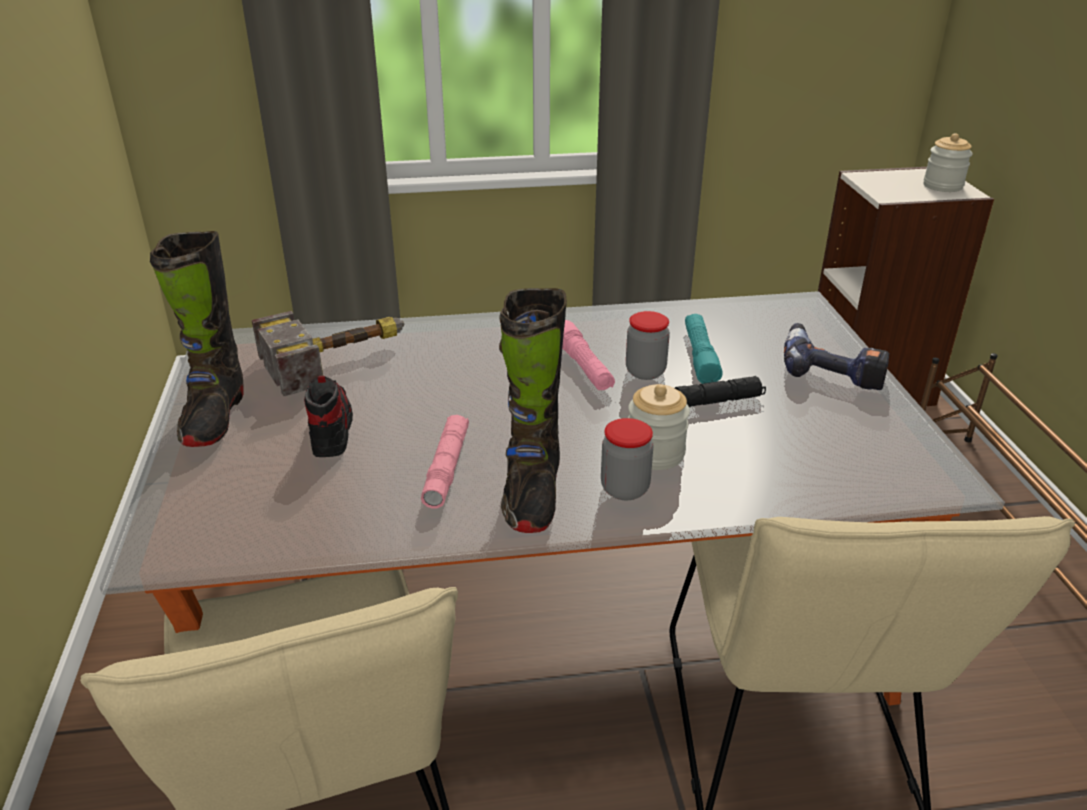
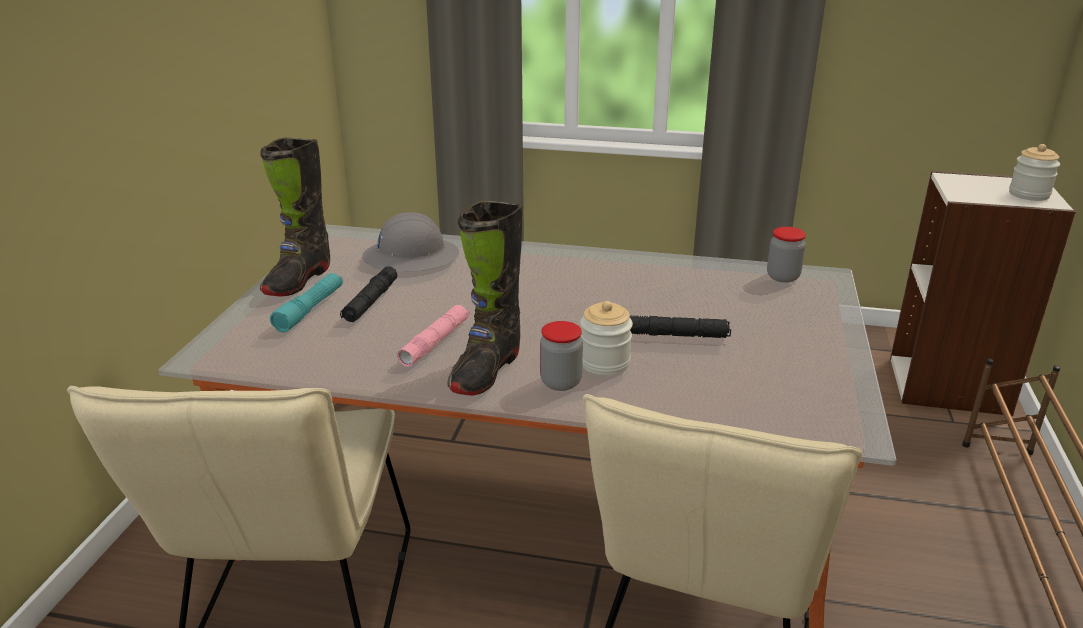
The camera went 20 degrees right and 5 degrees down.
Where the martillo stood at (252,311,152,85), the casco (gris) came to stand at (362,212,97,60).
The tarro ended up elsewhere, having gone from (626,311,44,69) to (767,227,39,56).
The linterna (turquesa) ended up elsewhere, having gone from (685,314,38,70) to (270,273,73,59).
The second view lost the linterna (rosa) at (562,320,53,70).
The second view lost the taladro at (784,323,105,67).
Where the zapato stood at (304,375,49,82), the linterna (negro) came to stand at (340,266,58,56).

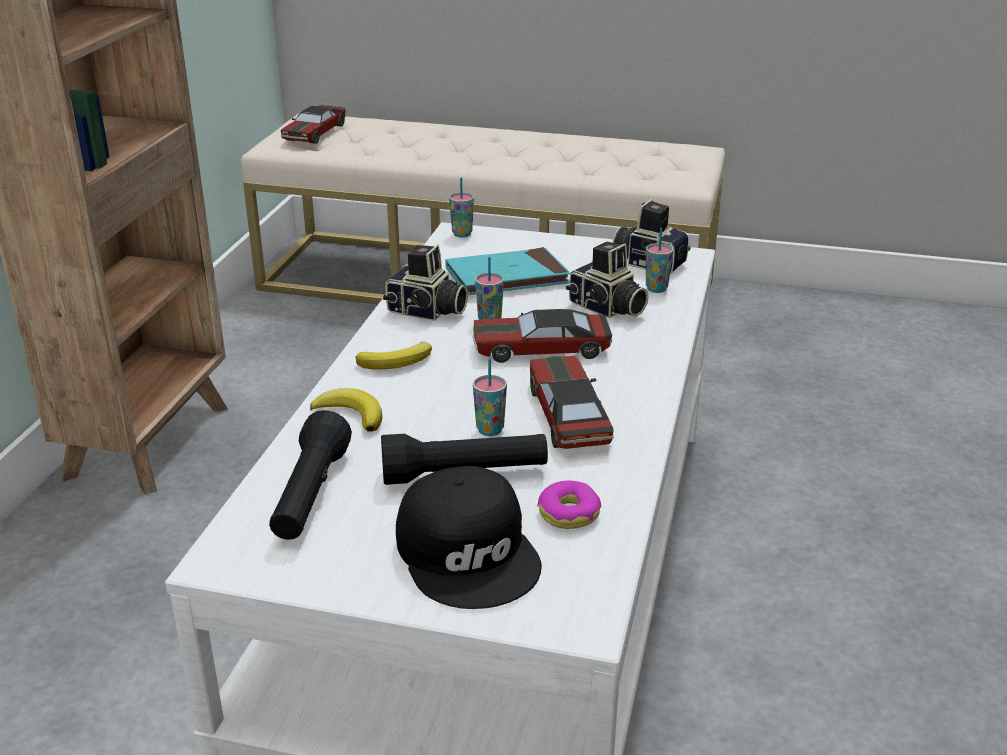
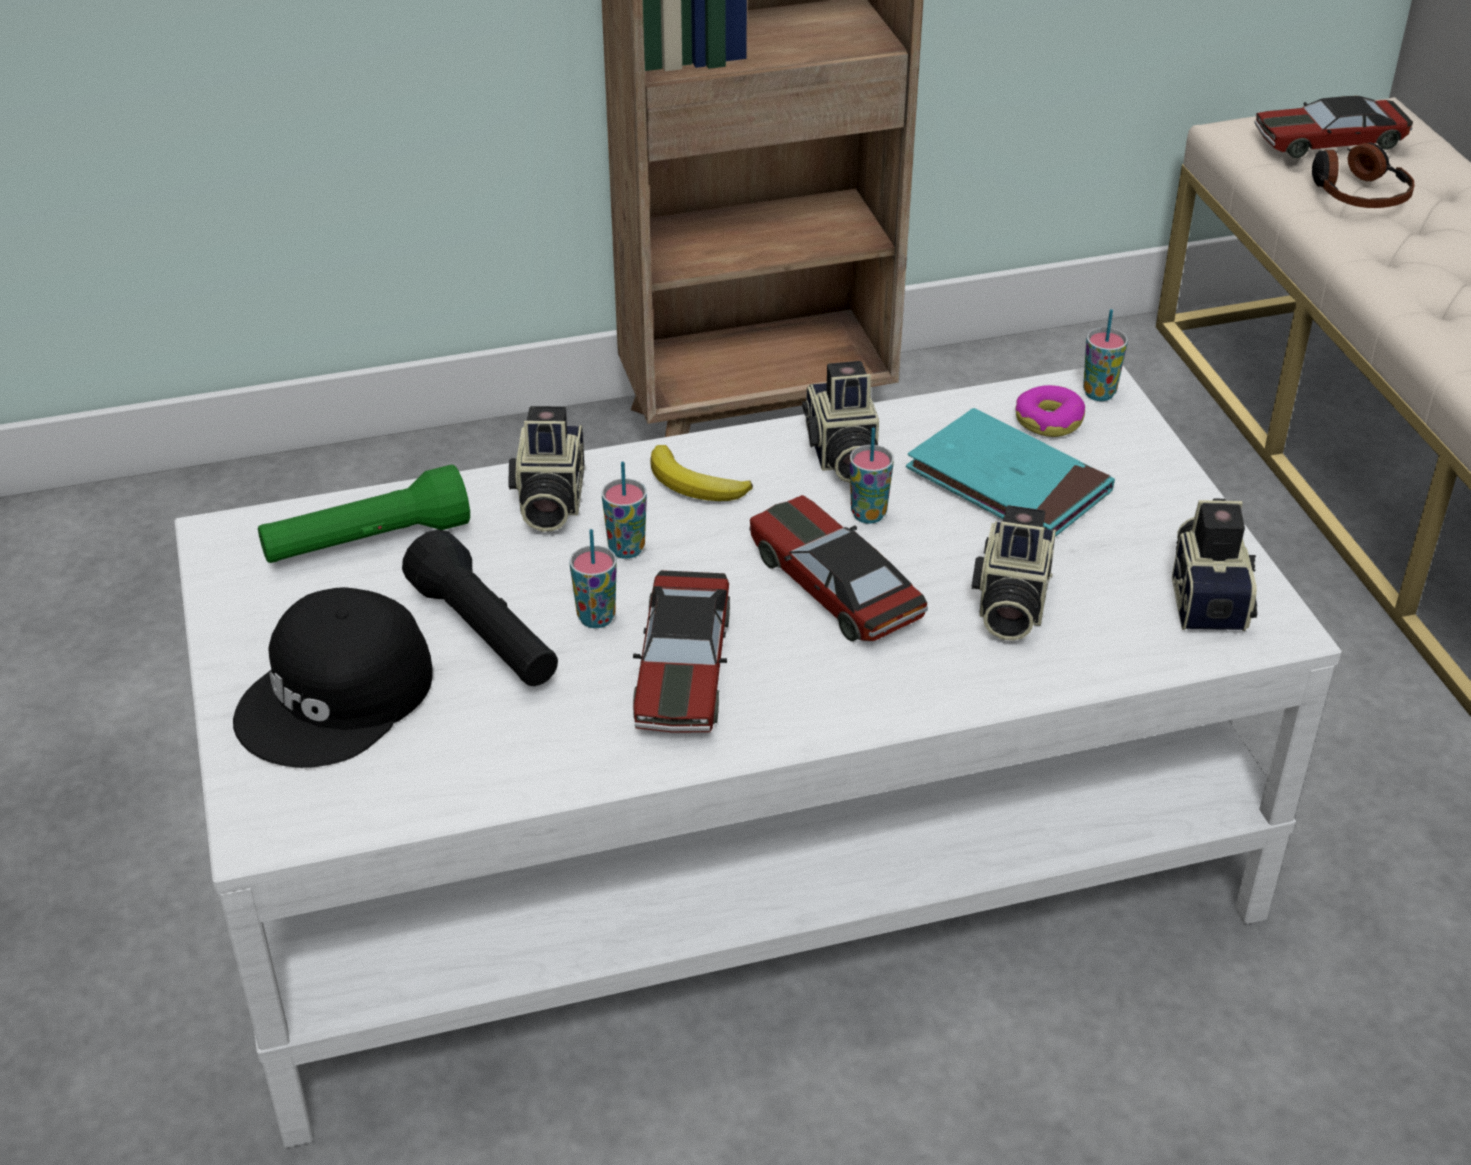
The camera went 60 degrees right and 10 degrees up.
The taza ended up elsewhere, having gone from (646,228,27,65) to (602,462,45,97).
The coche de juguete at (530,356,84,93) ended up facing another way, 135 degrees clockwise from before.
Where the plátano stood at (310,388,72,44), the cámara came to stand at (508,406,77,126).
What was the linterna (negro) at (269,410,83,130) turned into the linterna (verde) at (258,465,212,98).
The rosquilla ended up elsewhere, having gone from (537,481,64,48) to (1015,385,70,52).
The second view gained the auriculares at (1312,143,103,65).

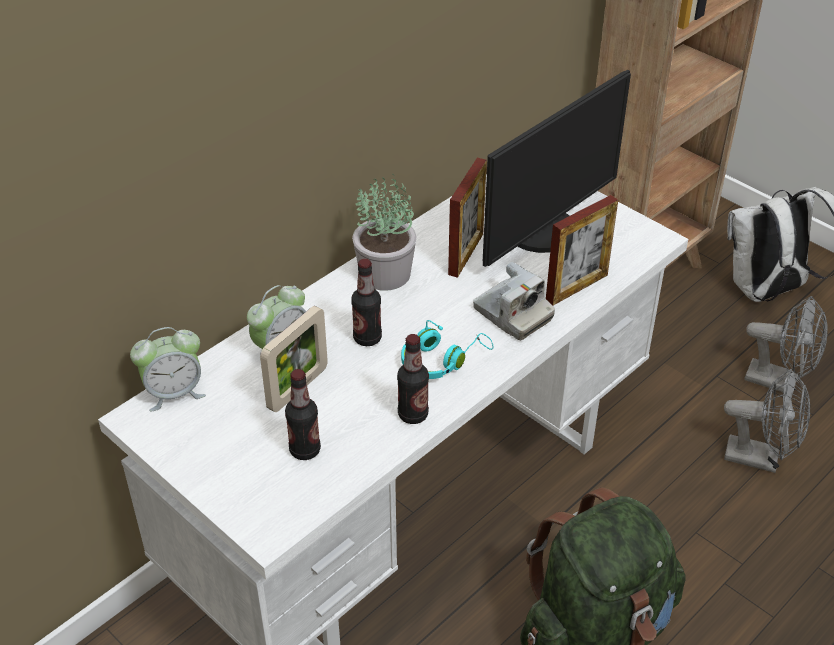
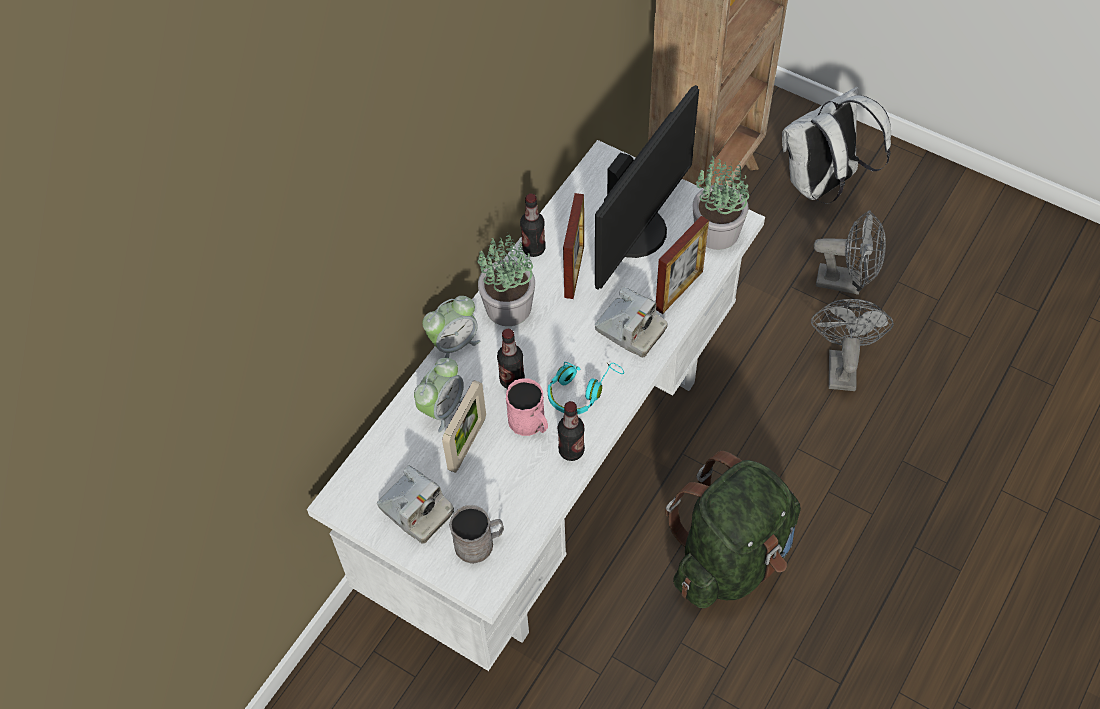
The camera went 10 degrees left and 15 degrees up.
The despertador ended up elsewhere, having gone from (130,327,76,84) to (422,296,58,62).
The botella ended up elsewhere, having gone from (285,369,36,91) to (520,194,26,63).
The ventilador (gris) at (724,369,86,104) ended up facing another way, 90 degrees counterclockwise from before.
The second view gained the planta en maceta at (693,156,56,94).
The second view gained the taza grande (rosa) at (506,379,42,57).
The second view gained the cámara at (377,465,77,79).
The second view gained the taza grande (gris) at (449,505,55,59).

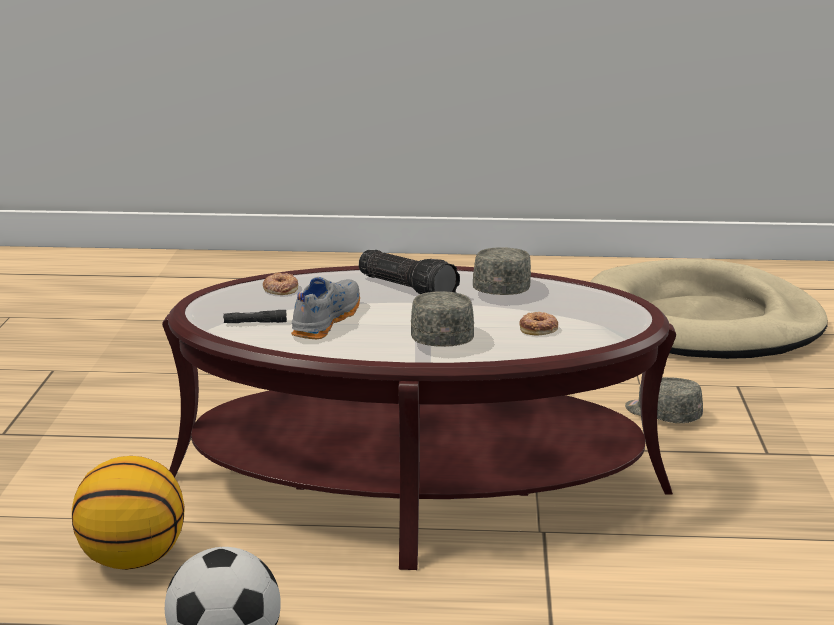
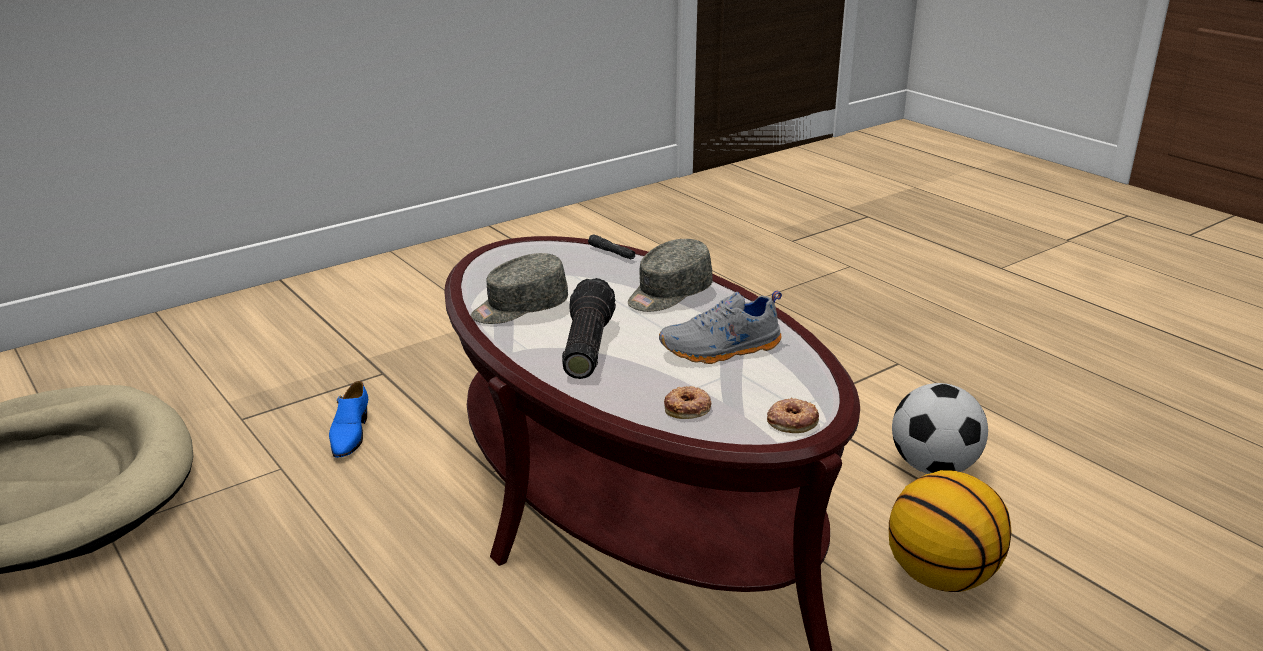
The camera went 130 degrees left and 5 degrees up.
The linterna (negro) ended up elsewhere, having gone from (223,310,64,13) to (588,234,47,25).
The rosquilla ended up elsewhere, having gone from (520,312,38,23) to (767,397,52,36).
Where the gorra (gris) stood at (625,377,78,46), the zapato (azul) came to stand at (329,381,39,77).

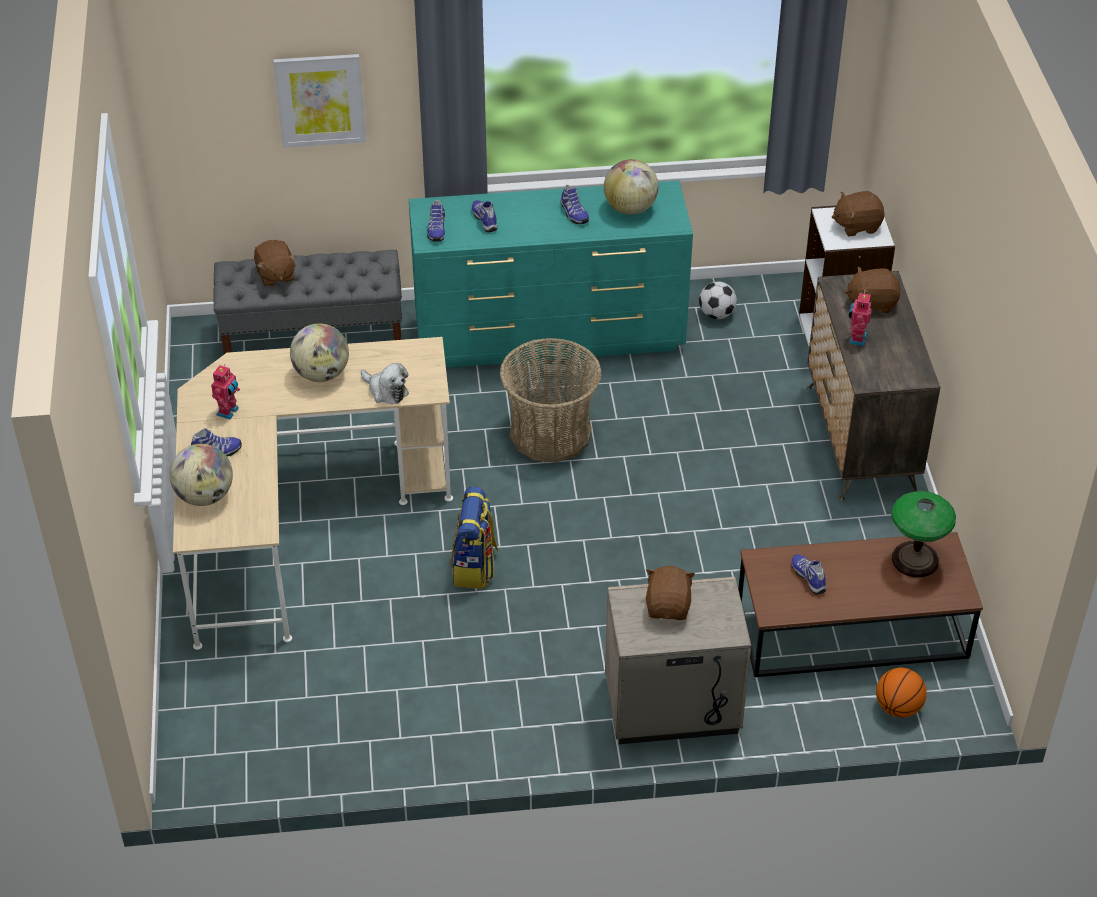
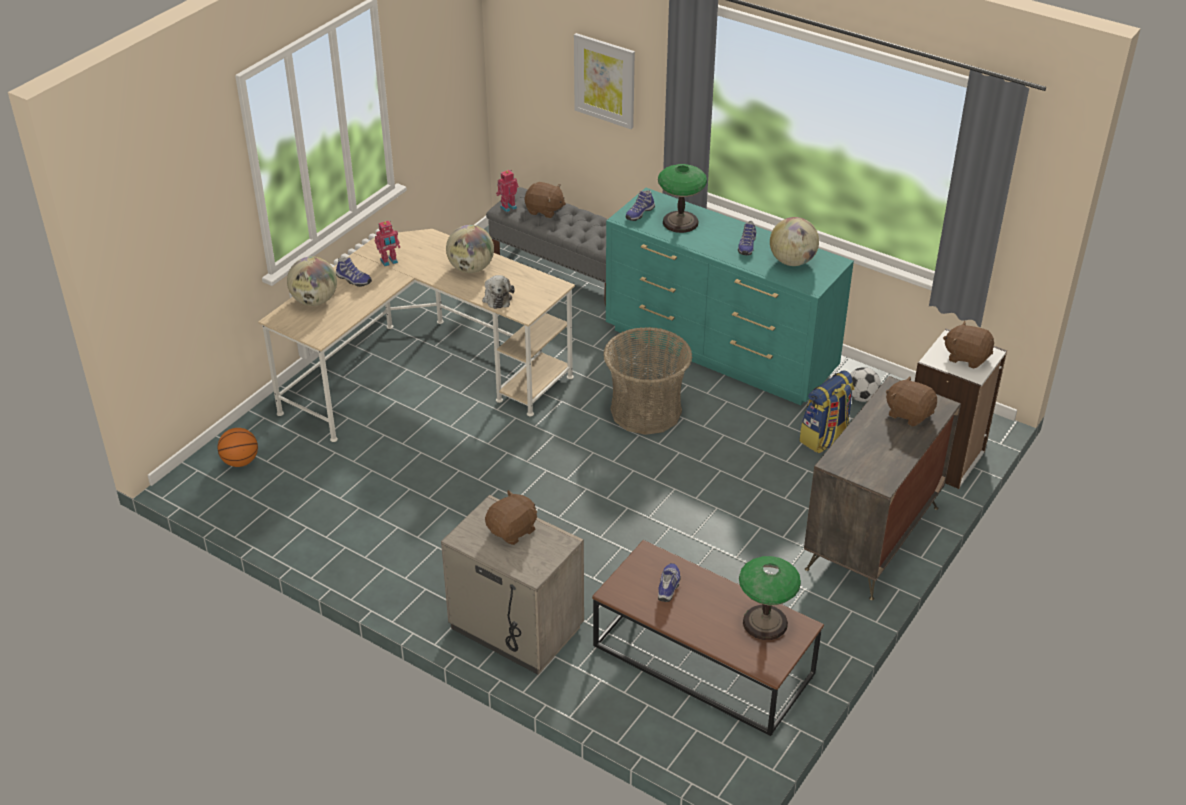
The camera went 40 degrees right and 5 degrees down.
Where the zapato stood at (472,200,25,32), the lámpara de mesa came to stand at (658,164,49,69).
The peluche (marrón) at (254,240,43,47) ended up facing another way, 90 degrees counterclockwise from before.
The robot de juguete ended up elsewhere, having gone from (849,292,23,54) to (496,170,23,42).
The mochila ended up elsewhere, having gone from (450,487,48,102) to (799,370,55,83).
The balón de baloncesto ended up elsewhere, having gone from (876,668,51,50) to (218,428,40,39).

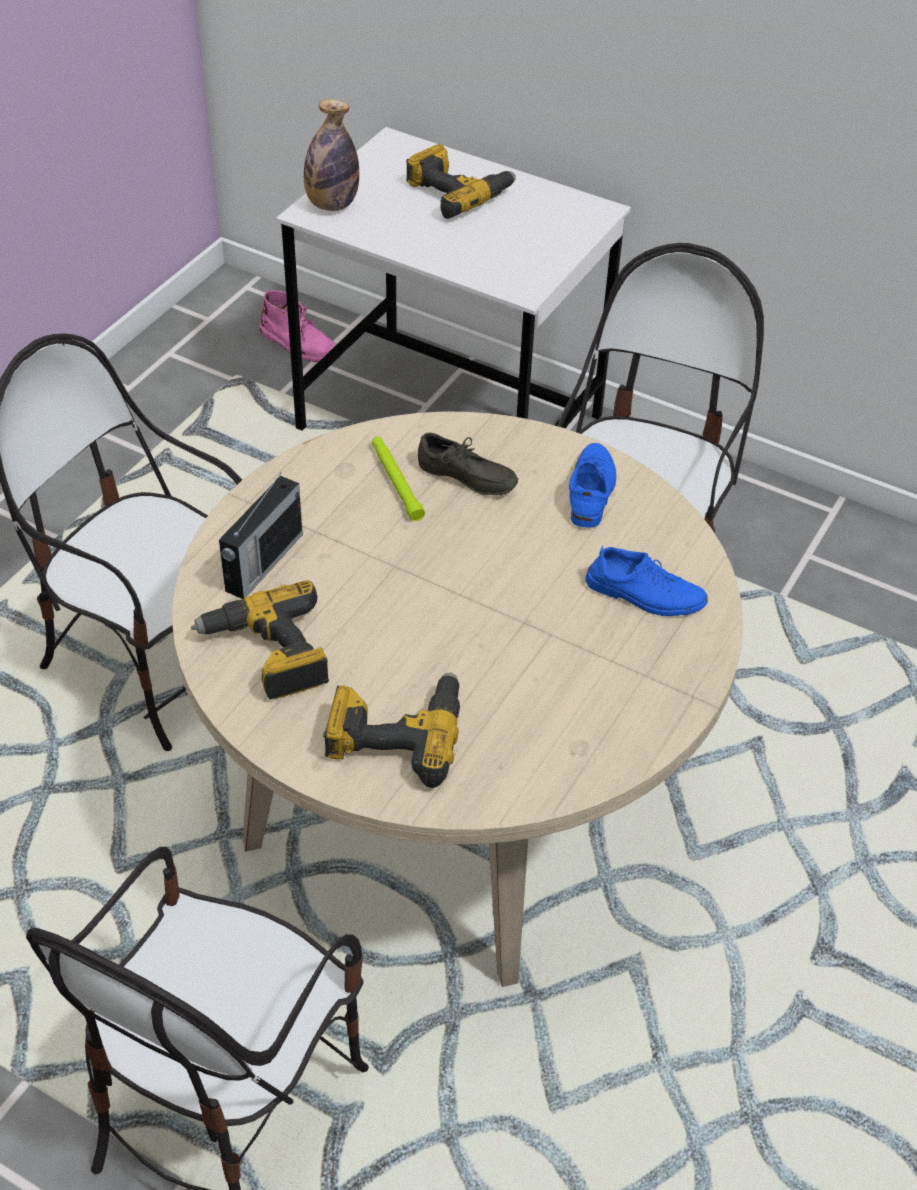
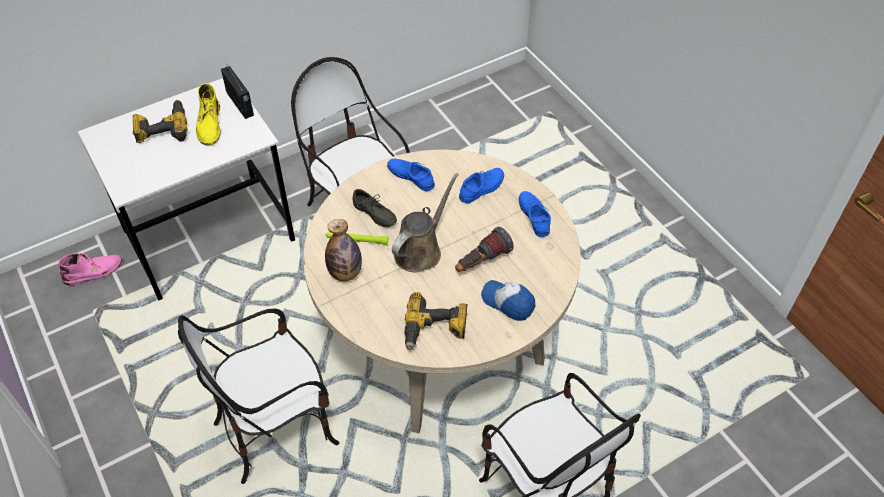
The camera went 60 degrees left and 5 degrees up.
The botella ended up elsewhere, having gone from (304,99,55,112) to (325,219,37,62).
The zapato (gris) at (418,433,100,62) ended up facing another way, 75 degrees clockwise from before.
The radio ended up elsewhere, having gone from (219,473,84,126) to (221,65,33,54).
Where the taladro stood at (323,672,137,116), the gorra came to stand at (481,280,54,41).
The second view gained the bota (amarillo) at (196,83,25,62).
The second view gained the regadera (marrón) at (392,173,67,100).
The second view gained the zapato (azul) at (519,191,32,46).
The second view gained the linterna at (455,227,59,45).

